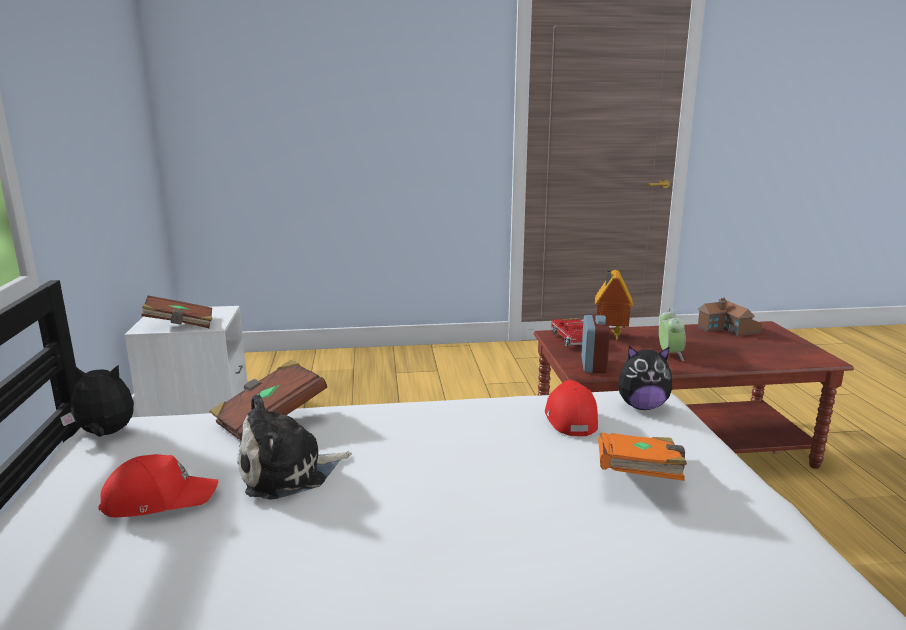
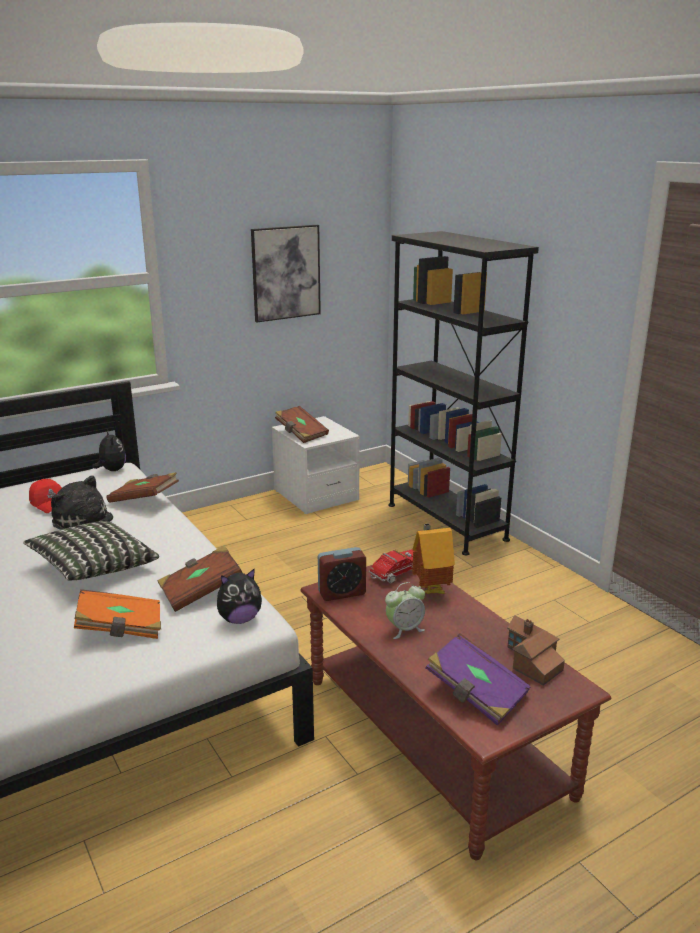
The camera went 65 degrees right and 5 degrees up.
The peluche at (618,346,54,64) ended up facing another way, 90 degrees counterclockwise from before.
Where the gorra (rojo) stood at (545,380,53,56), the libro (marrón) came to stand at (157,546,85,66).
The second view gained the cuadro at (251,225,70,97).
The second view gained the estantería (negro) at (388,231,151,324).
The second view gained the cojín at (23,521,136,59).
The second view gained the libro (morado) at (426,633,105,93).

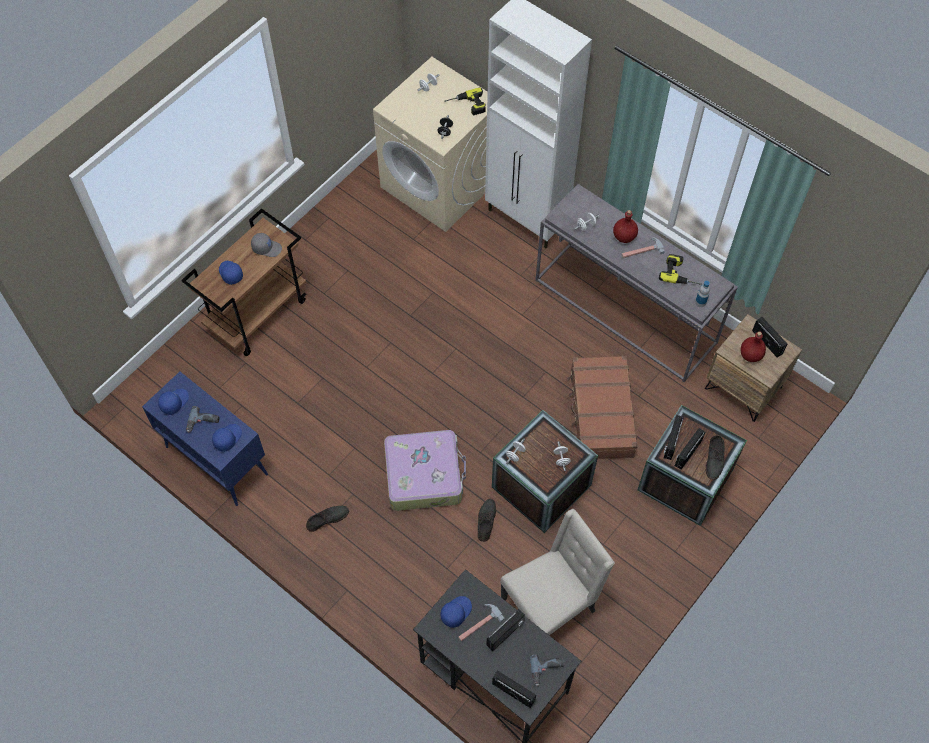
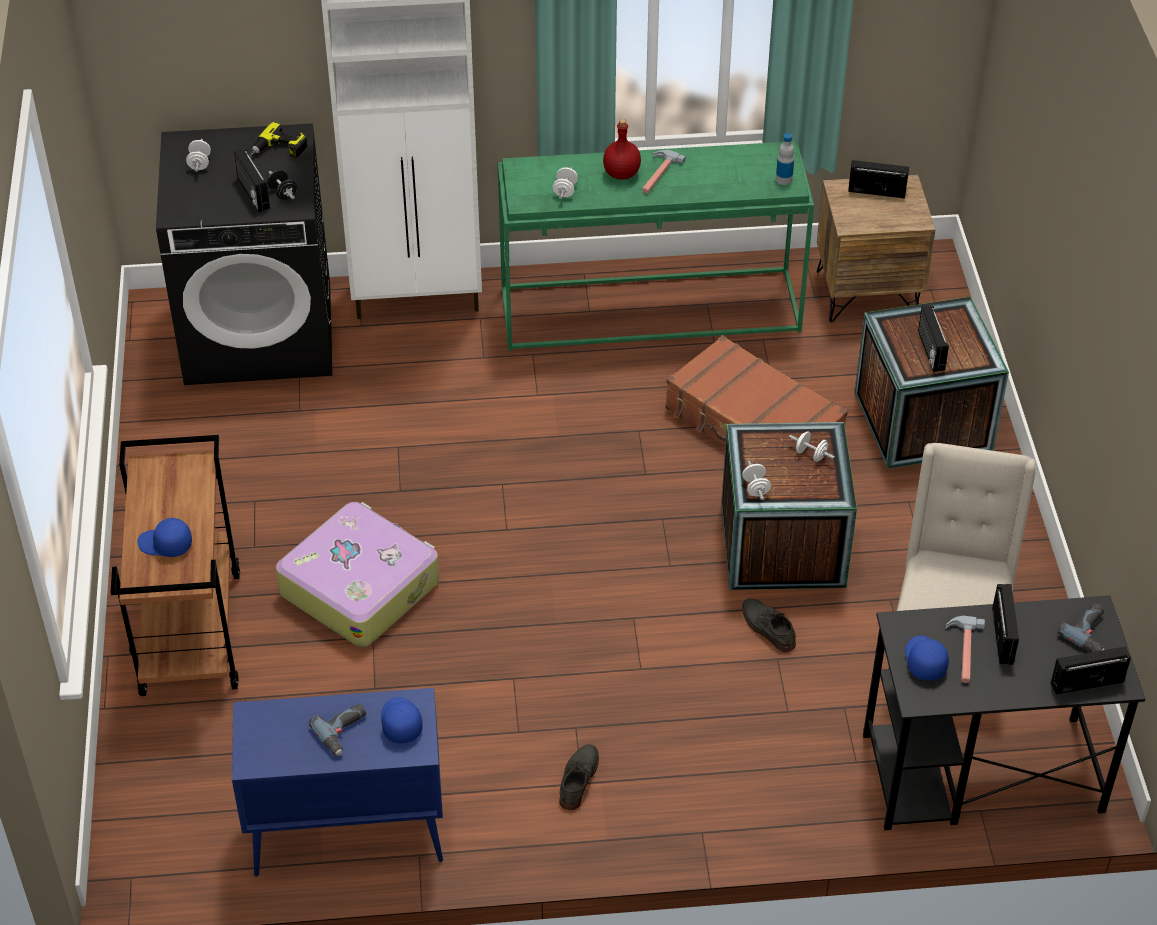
The camera went 45 degrees left and 15 degrees down.
What was the lavadora (beis) at (373,57,115,175) turned into the lavadora (negro) at (156,123,176,262).
What was the mesa consola (gris) at (535,184,203,198) turned into the mesa consola (verde) at (498,141,316,210).
The second view lost the gorra (gris) at (251,233,31,24).
The second view lost the taladro at (659,254,43,31).
The second view lost the botella (rojo) at (741,332,25,30).
The second view lost the gorra (azul) at (158,388,31,27).
The radio ended up elsewhere, having gone from (664,415,20,45) to (234,148,36,64).
The maleta ended up elsewhere, having gone from (384,430,82,81) to (276,502,163,145).
The second view lost the zapato (gris) at (706,435,19,45).

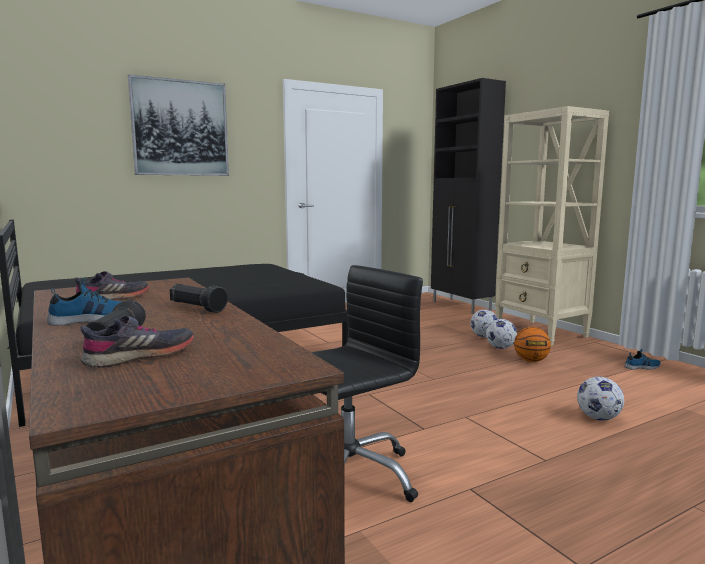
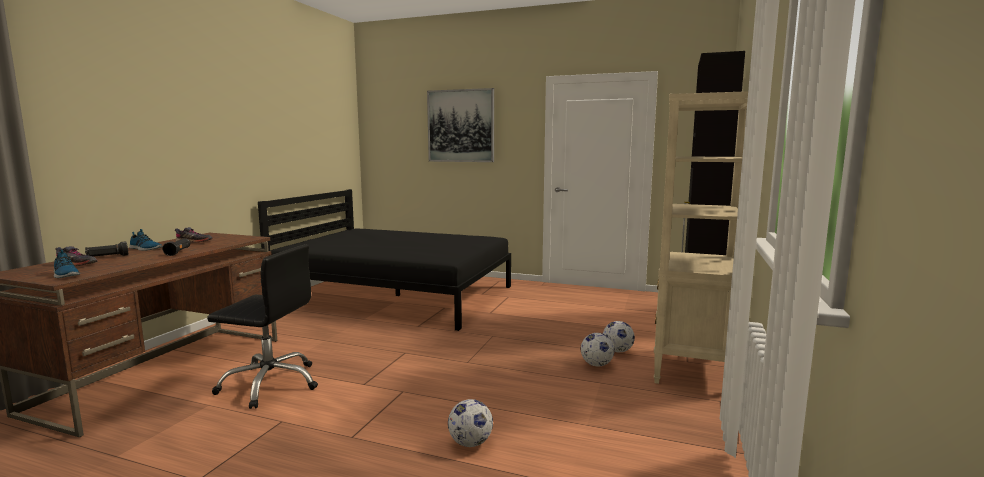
The camera went 50 degrees right and 0 degrees up.
The second view lost the balón de baloncesto at (514,327,37,35).
The zapato ended up elsewhere, having gone from (625,349,36,21) to (54,250,26,28).

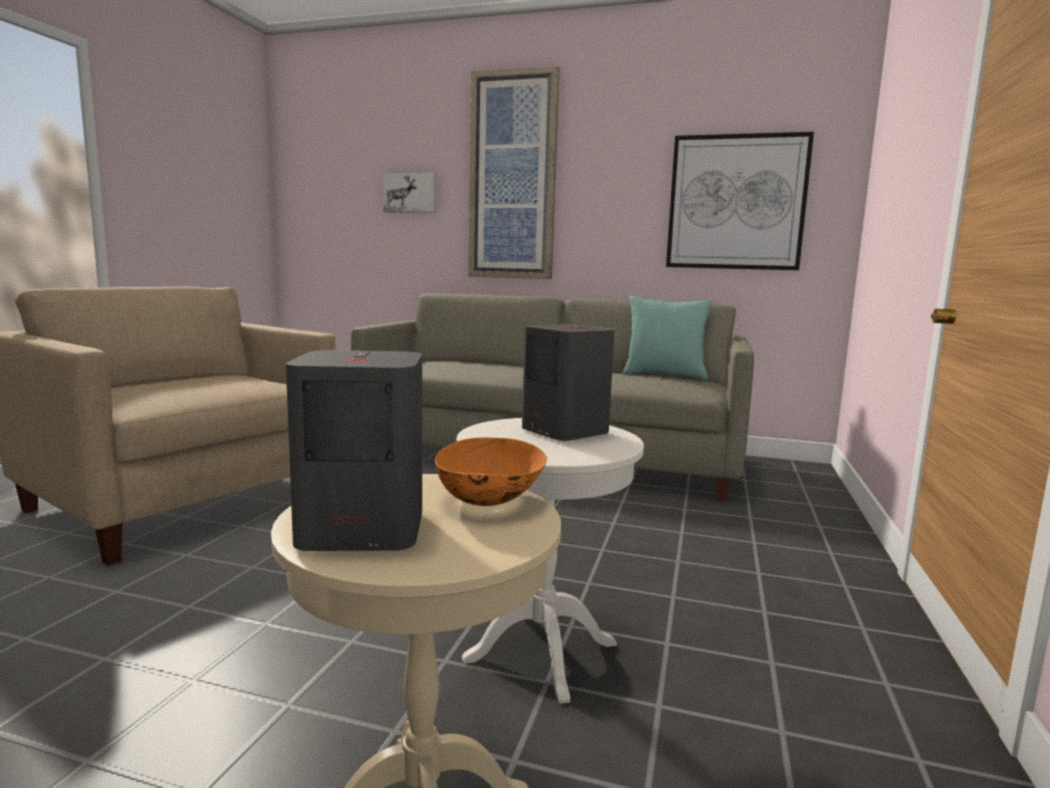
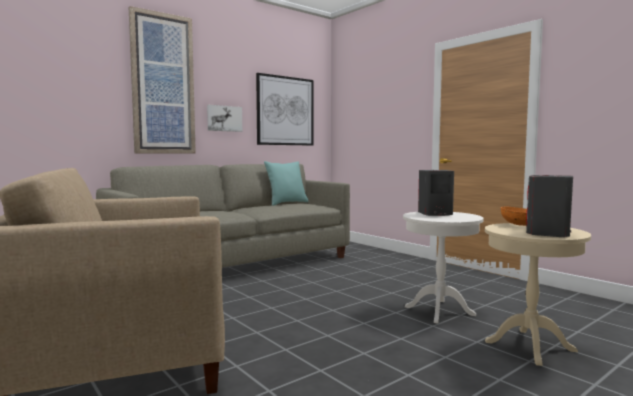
The camera went 55 degrees left and 5 degrees down.
The cuadro ended up elsewhere, having gone from (383,173,53,40) to (207,105,35,27).

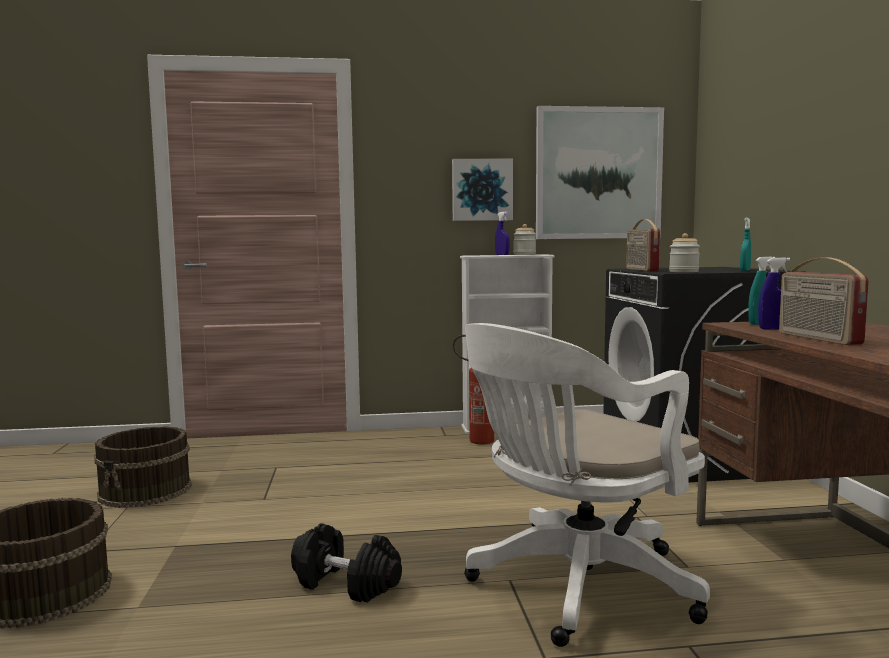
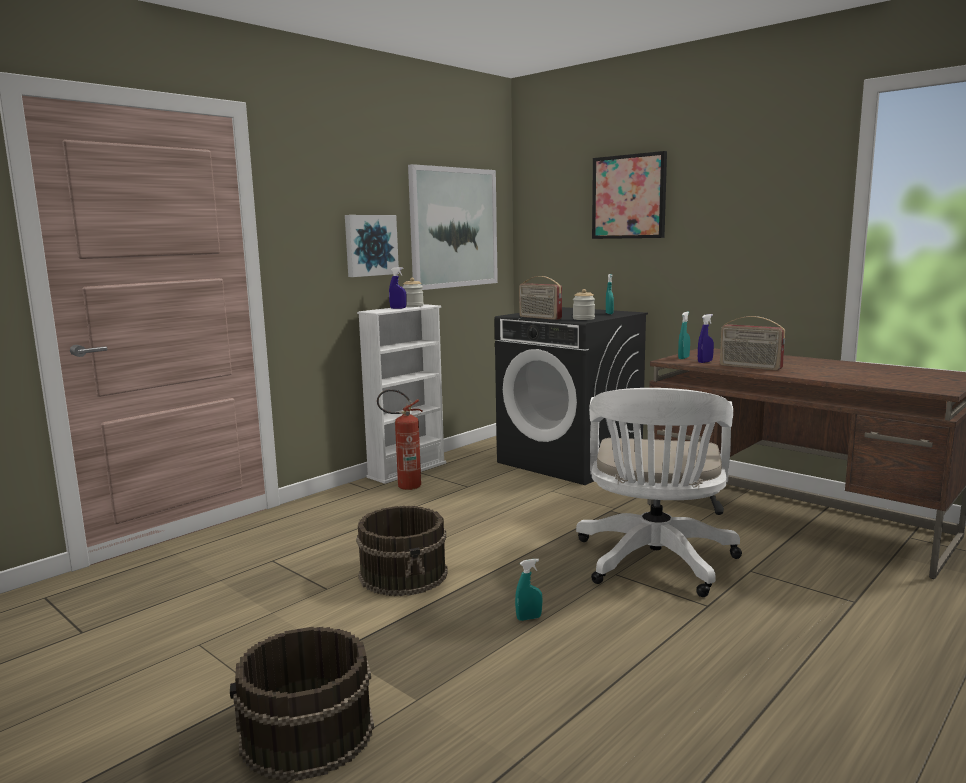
The camera went 40 degrees left and 5 degrees up.
The cubo (marrón) ended up elsewhere, having gone from (94,426,98,82) to (356,506,92,90).
Where the mancuerna (negro) stood at (291,523,111,80), the pulverizador (turquesa) came to stand at (515,559,27,62).
The second view gained the cuadro at (592,151,75,88).

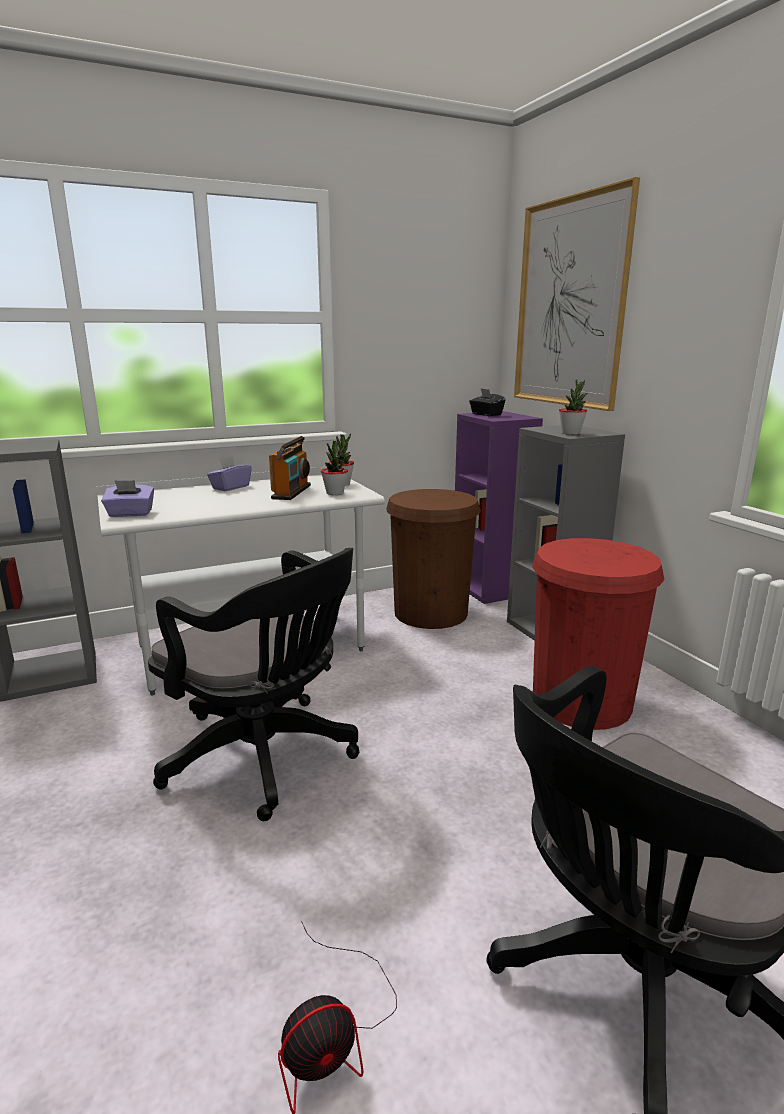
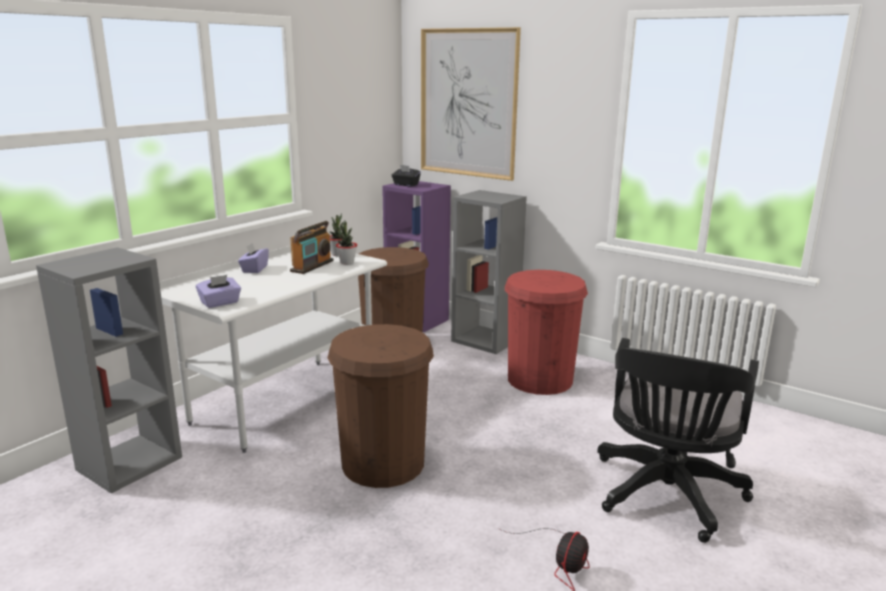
The camera went 30 degrees left and 0 degrees up.
The second view lost the planta en maceta at (559,380,28,55).
The radio at (269,436,42,64) ended up facing another way, 45 degrees clockwise from before.
Where the silla de oficina (negro) stood at (148,548,211,273), the papelera (marrón) came to stand at (327,324,107,164).

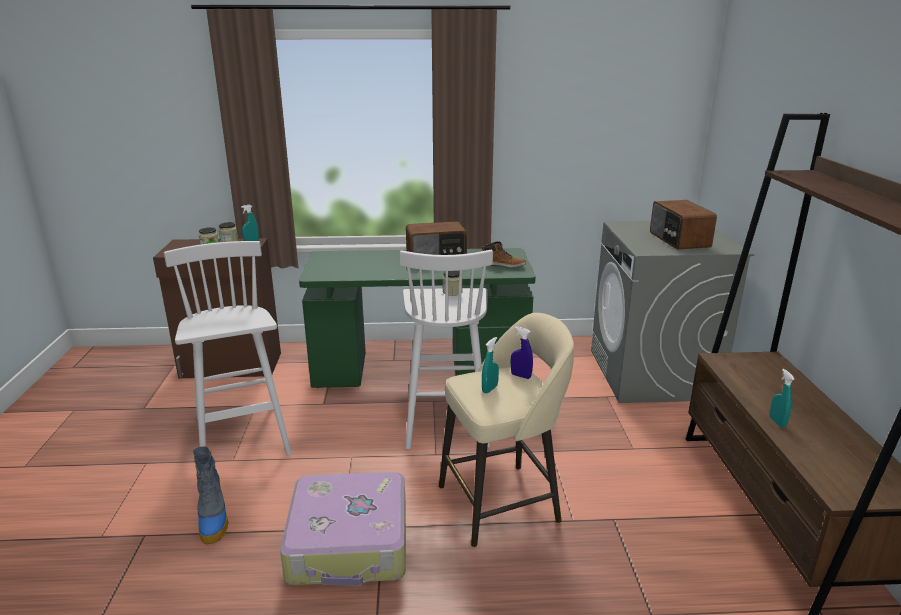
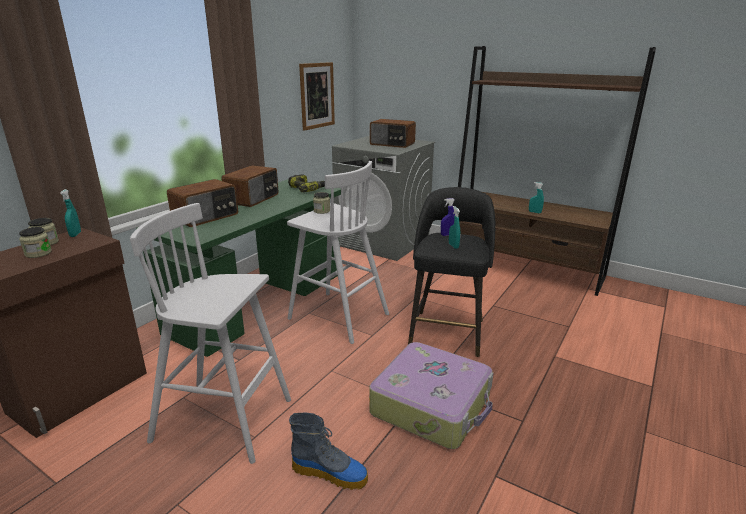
The camera went 55 degrees left and 0 degrees up.
Where the bota stood at (482,241,44,27), the taladro came to stand at (288,174,37,18).
What was the taburete (beis) at (439,313,135,234) turned into the taburete (negro) at (408,187,87,170).
The second view gained the cuadro at (299,62,36,69).
The second view gained the radio at (167,179,71,48).

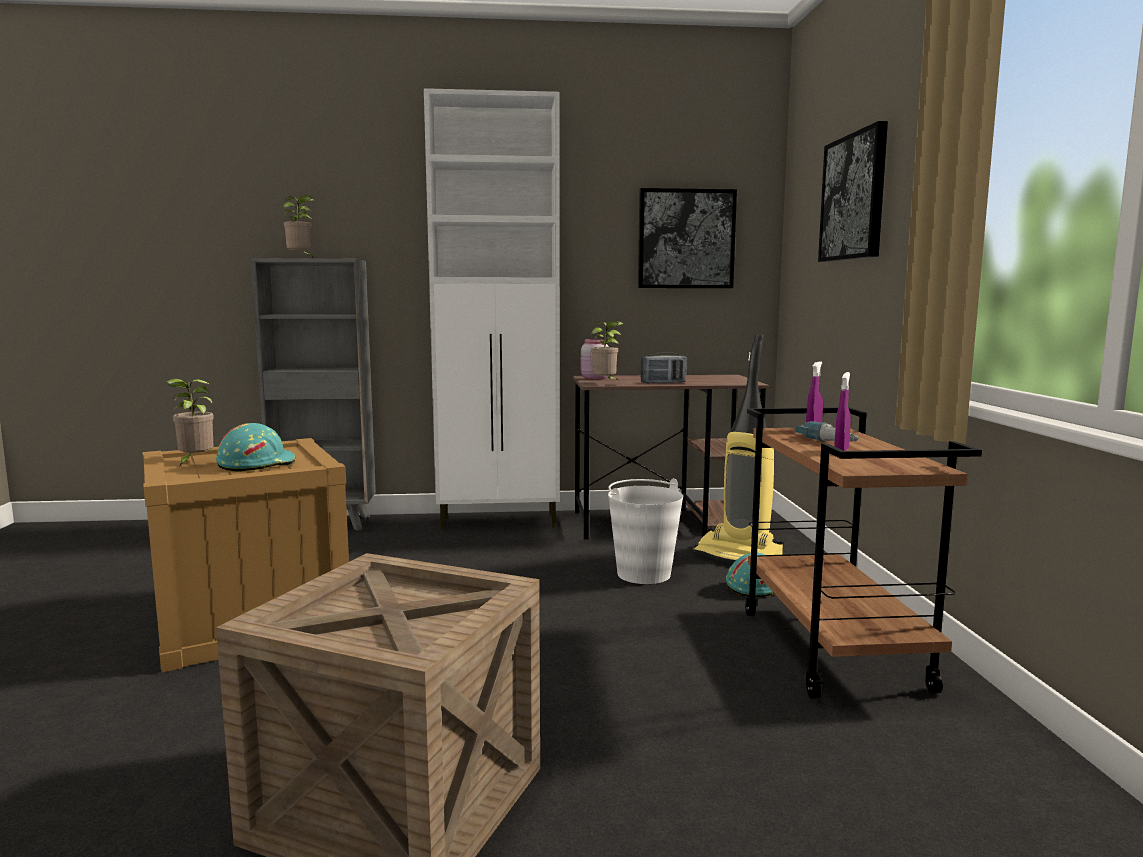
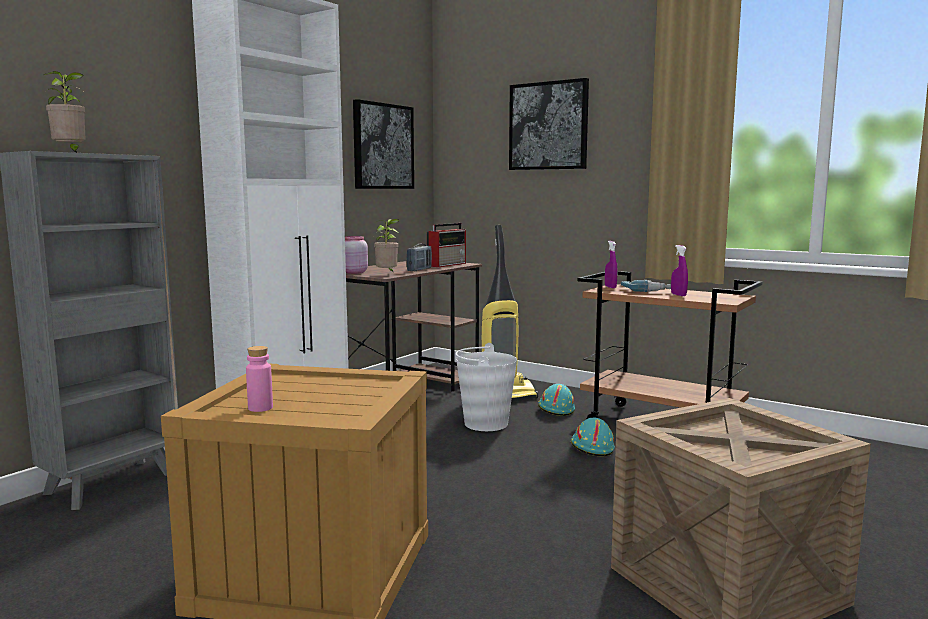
The camera went 50 degrees left and 0 degrees up.
Where the planta en maceta stood at (166,379,48,87), the botella (rosa) came to stand at (246,346,27,66).
The casco (turquesa) ended up elsewhere, having gone from (216,423,80,49) to (571,418,44,38).
The second view gained the radio at (427,223,39,44).

